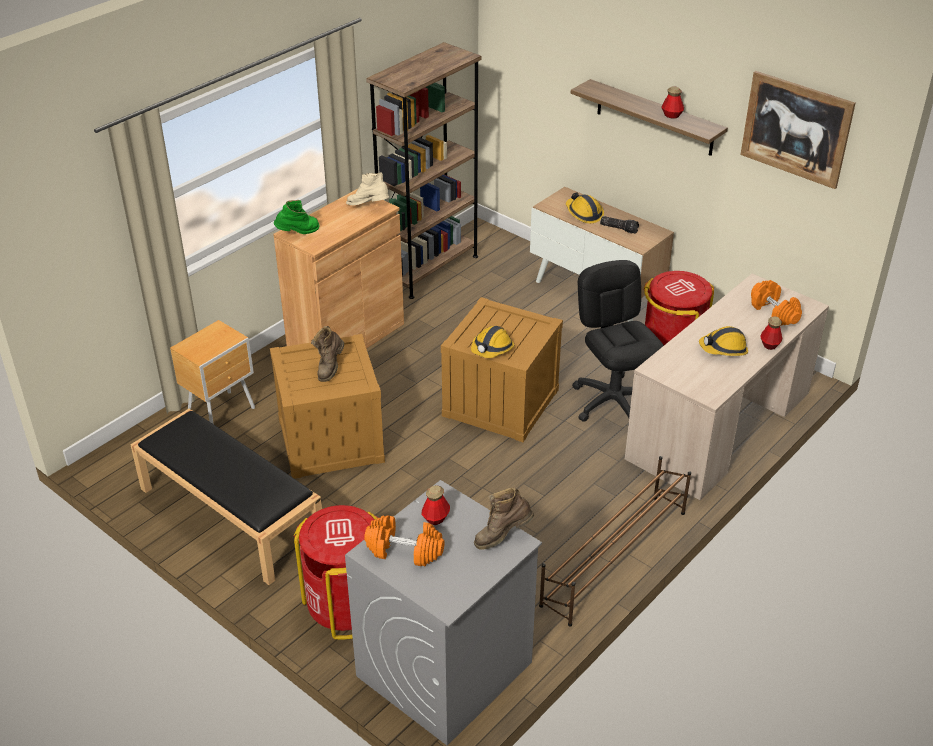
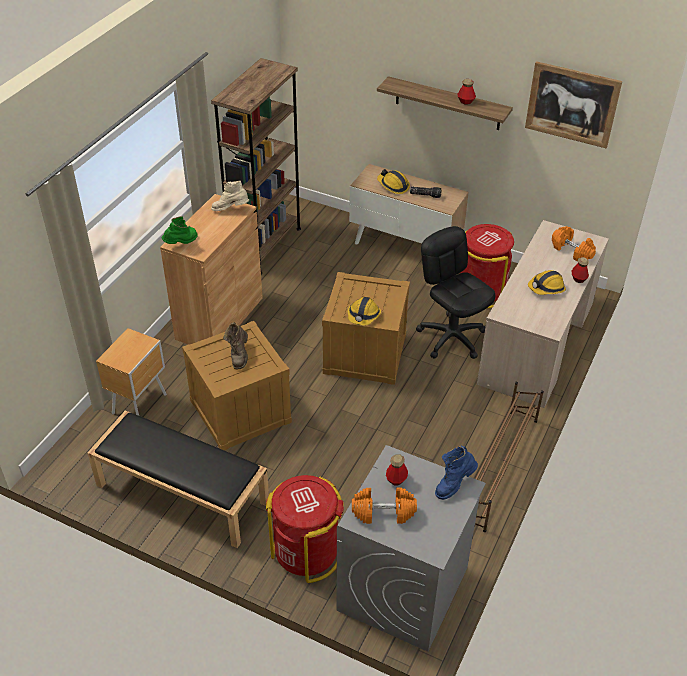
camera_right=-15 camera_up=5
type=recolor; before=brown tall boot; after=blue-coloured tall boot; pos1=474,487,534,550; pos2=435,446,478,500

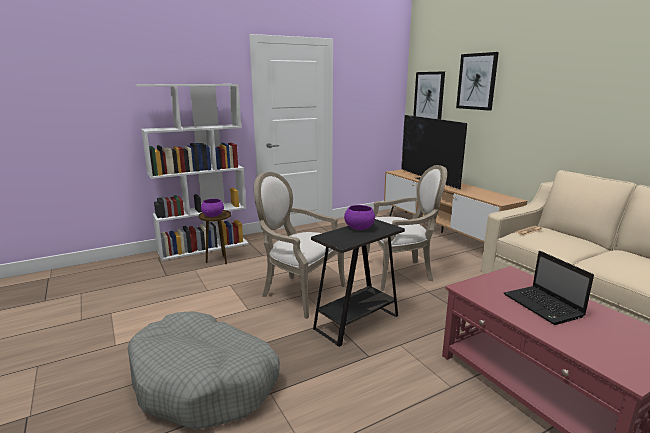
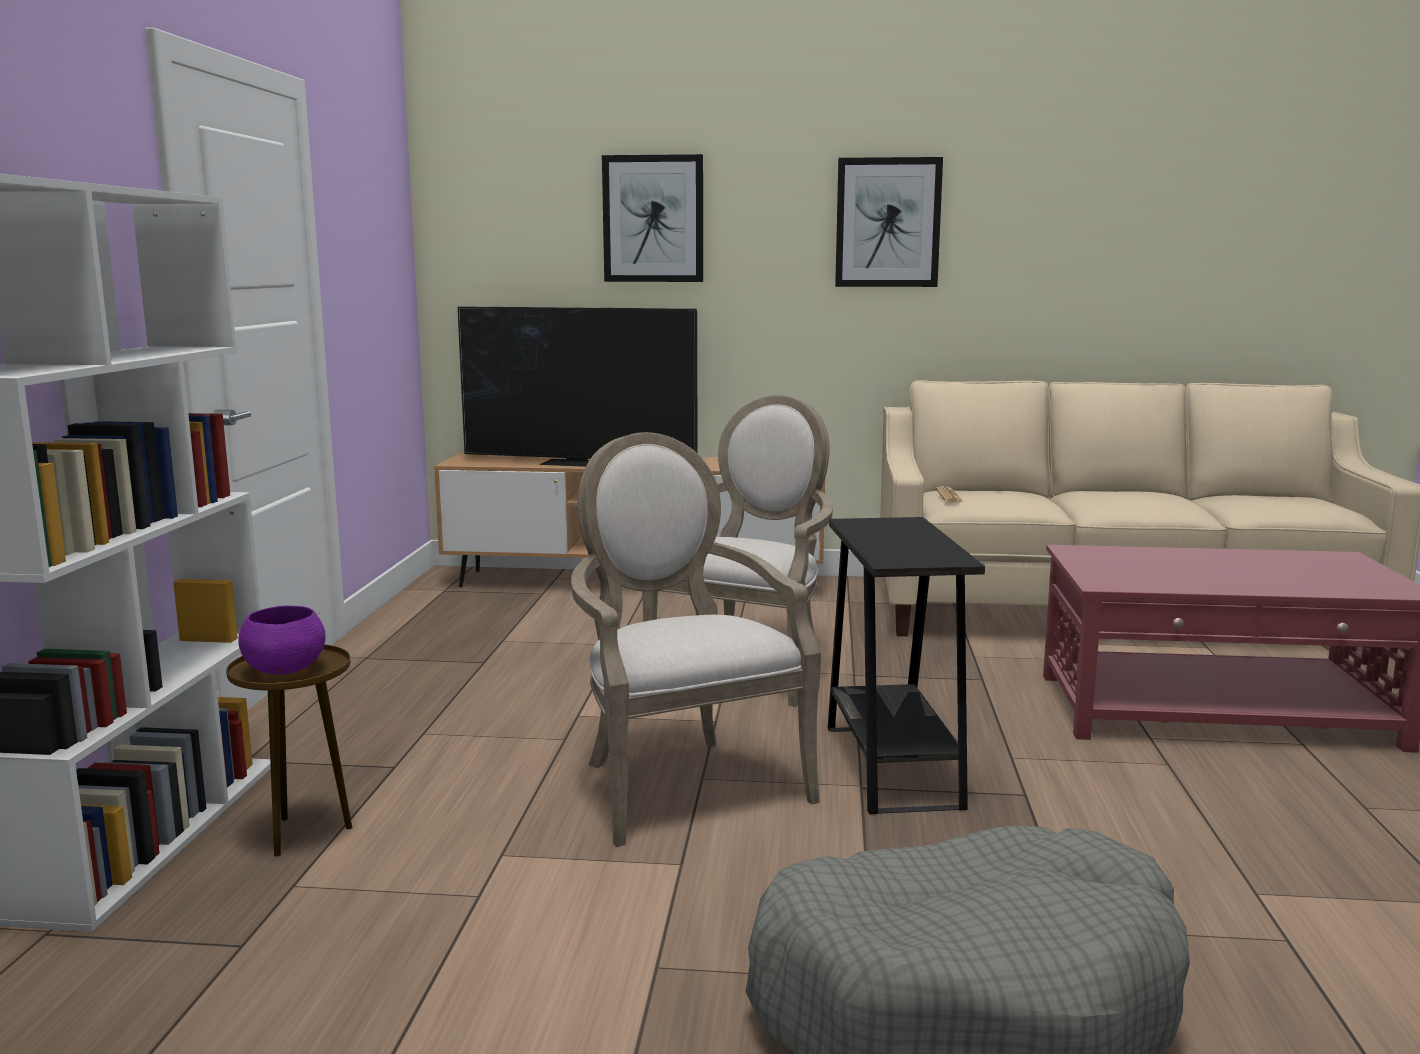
camera_right=-55 camera_up=-5
type=delete; before=purple bowl; pos1=344,205,375,230
type=delete; before=portable computer; pos1=504,251,594,325
type=move; before=wall art; pos1=413,71,445,119; pos2=835,157,943,287
type=rotate; before=lounge chair; pos1=254,172,345,319; pos2=571,432,821,847; turn=90

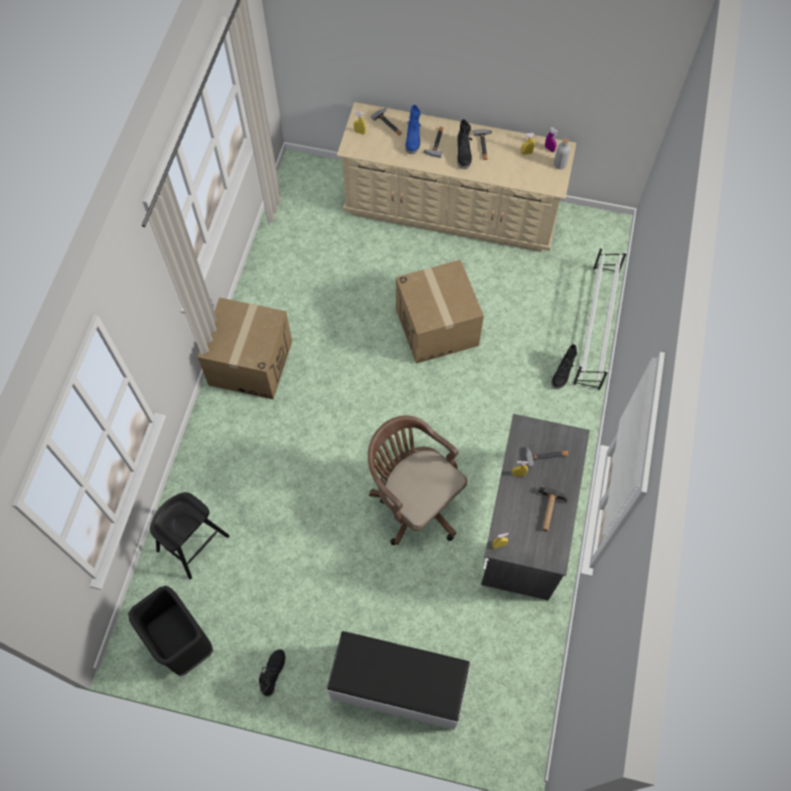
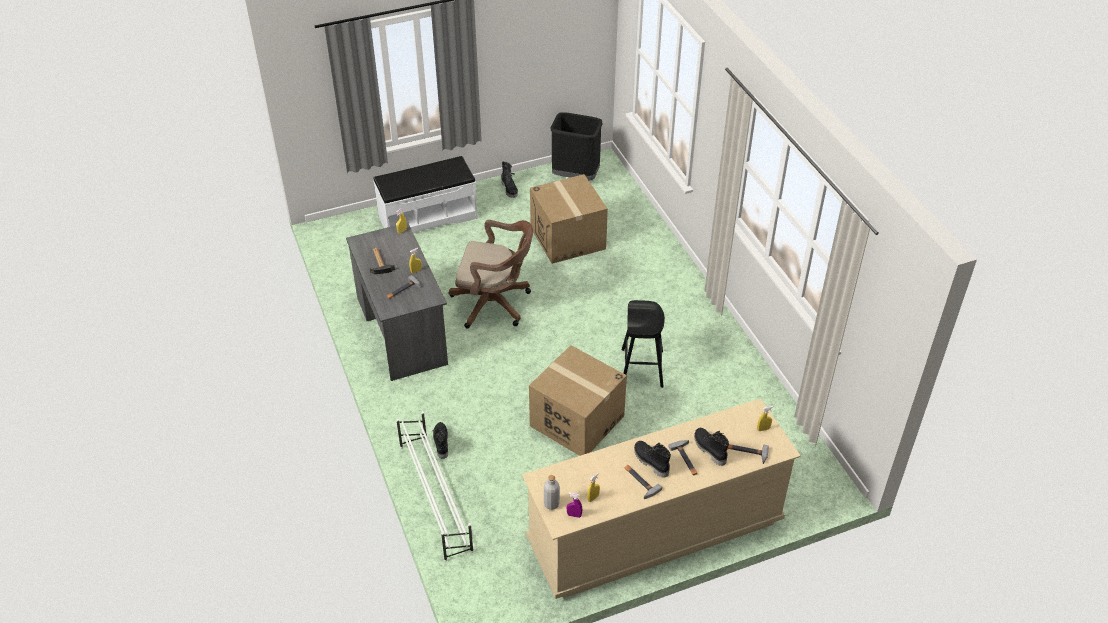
camera_right=145 camera_up=-20
type=move; before=black-coloured stool seat; pos1=150,492,229,580; pos2=622,300,665,388
type=move; before=packing box; pos1=197,297,292,400; pos2=530,174,608,264
type=recolor; before=blue-coloured tall boot; after=black-coloured tall boot; pos1=405,105,421,154; pos2=694,428,729,466

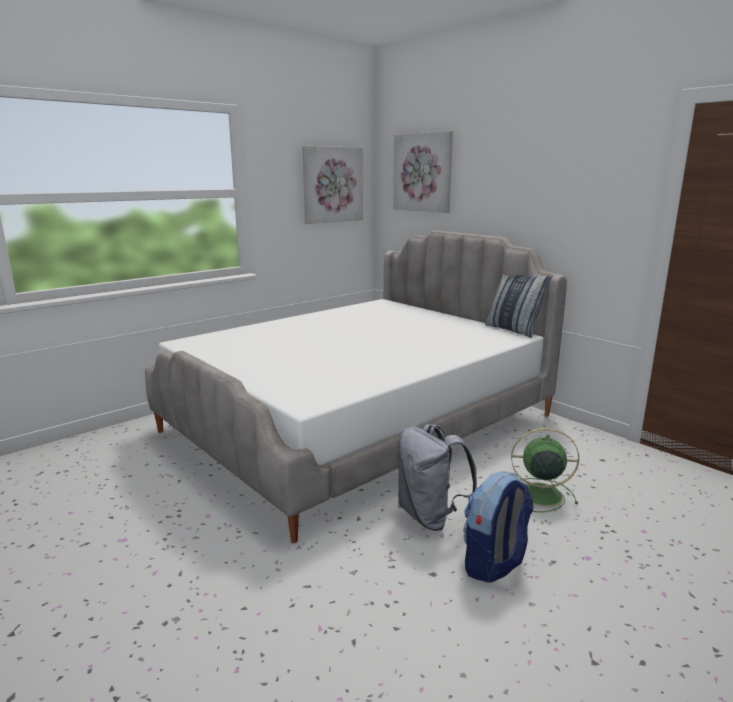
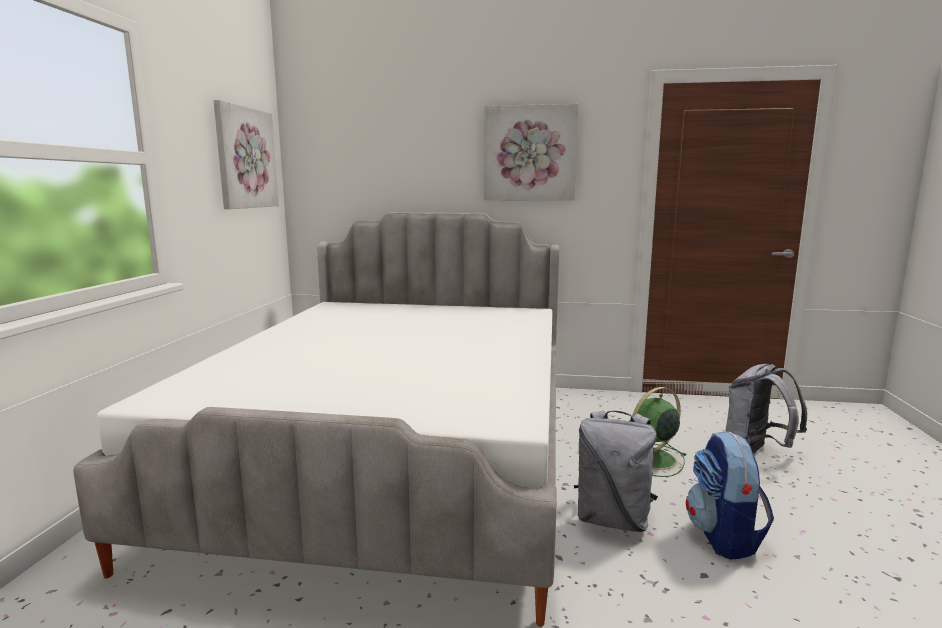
camera_right=-40 camera_up=-5
type=delete; before=cushion; pos1=485,274,552,338
type=insert; after=grey backpack; pos2=725,364,807,454
type=move; before=wall art; pos1=393,131,453,213; pos2=484,104,578,201

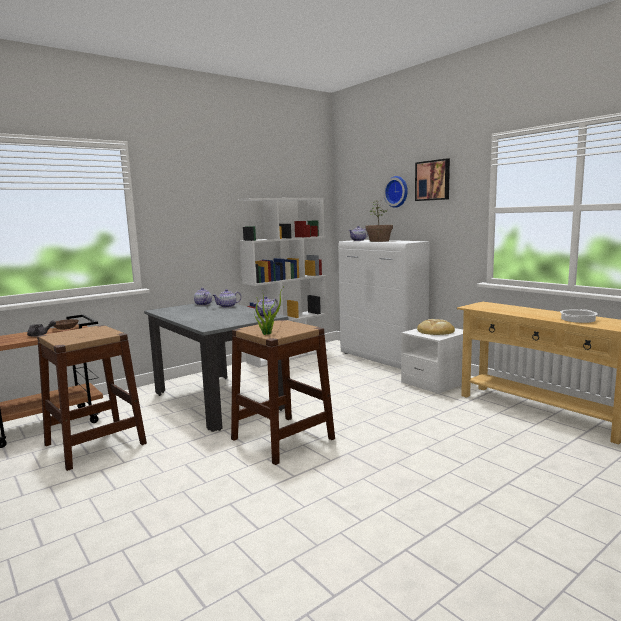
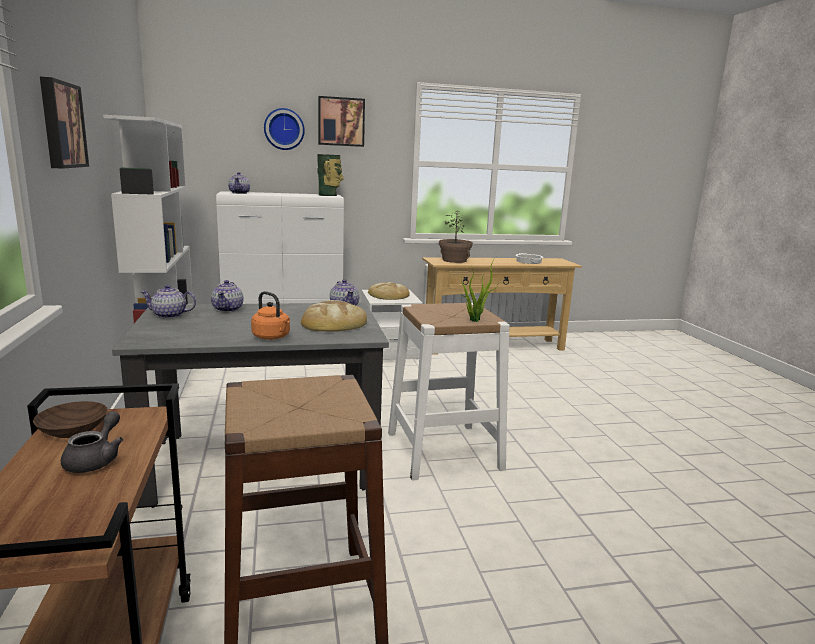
camera_right=-65 camera_up=5
type=insert; after=wall art; pos2=40,77,89,169
type=insert; after=orangey tea kettle; pos2=251,291,290,340
type=insert; after=bread; pos2=301,300,367,332
type=insert; after=decorative vase; pos2=317,154,344,196
type=move; before=potted plant; pos1=366,200,393,242; pos2=439,210,473,263
type=recolor; before=brown stool seat; after=whitish stool seat; pos1=231,320,335,465; pos2=388,303,510,481

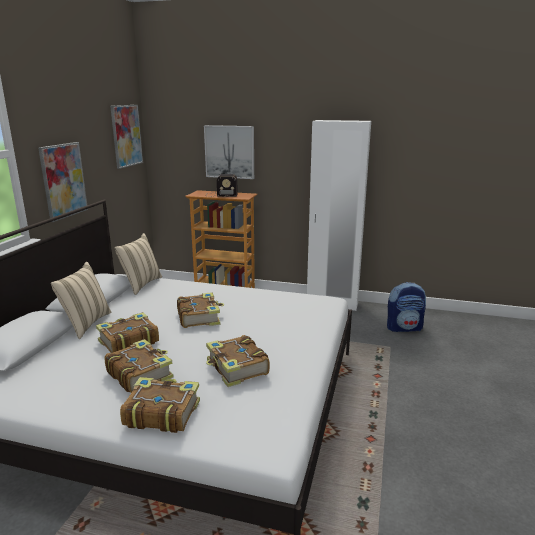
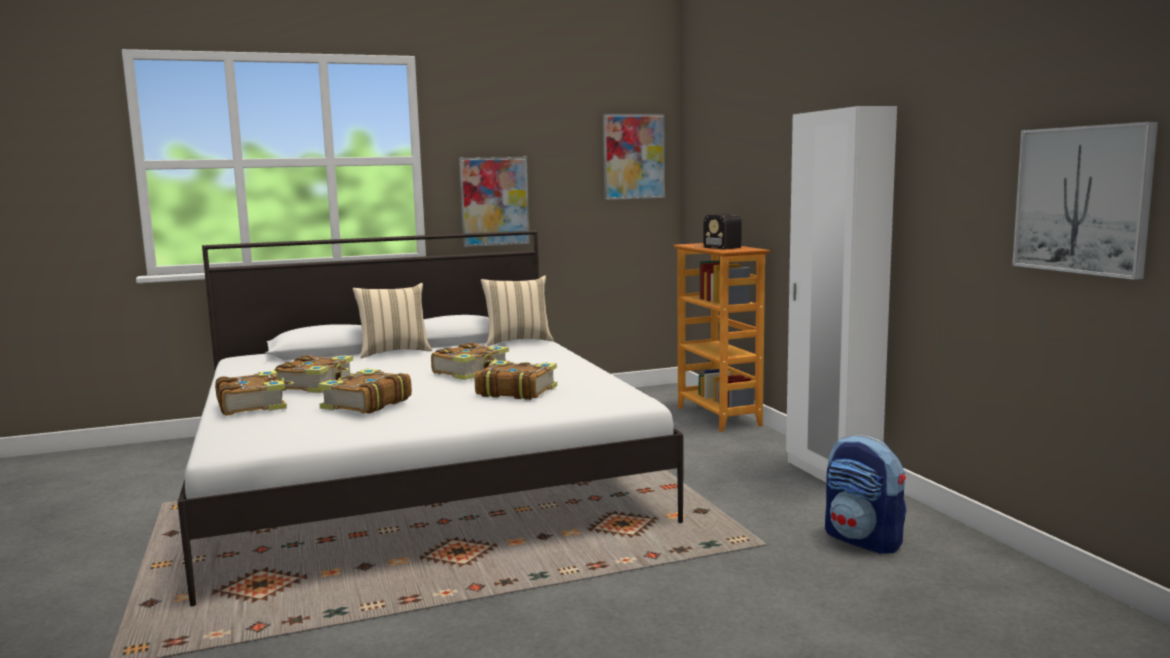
camera_right=55 camera_up=-10
type=move; before=bound book; pos1=96,312,159,353; pos2=475,360,557,400
type=move; before=wall art; pos1=204,125,254,179; pos2=1012,122,1158,280

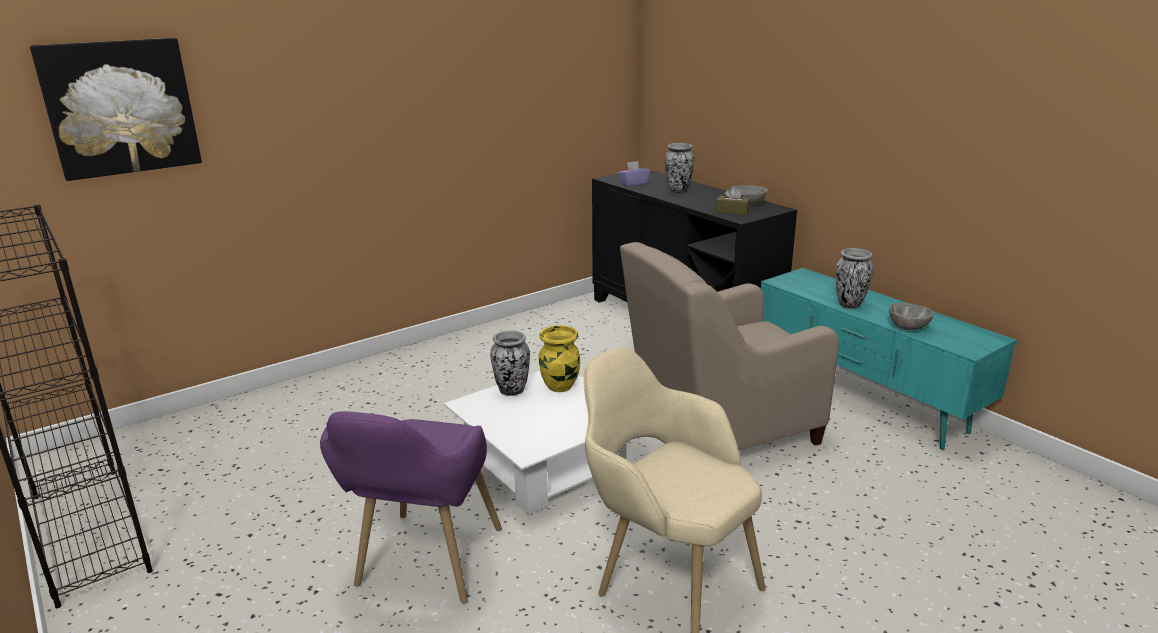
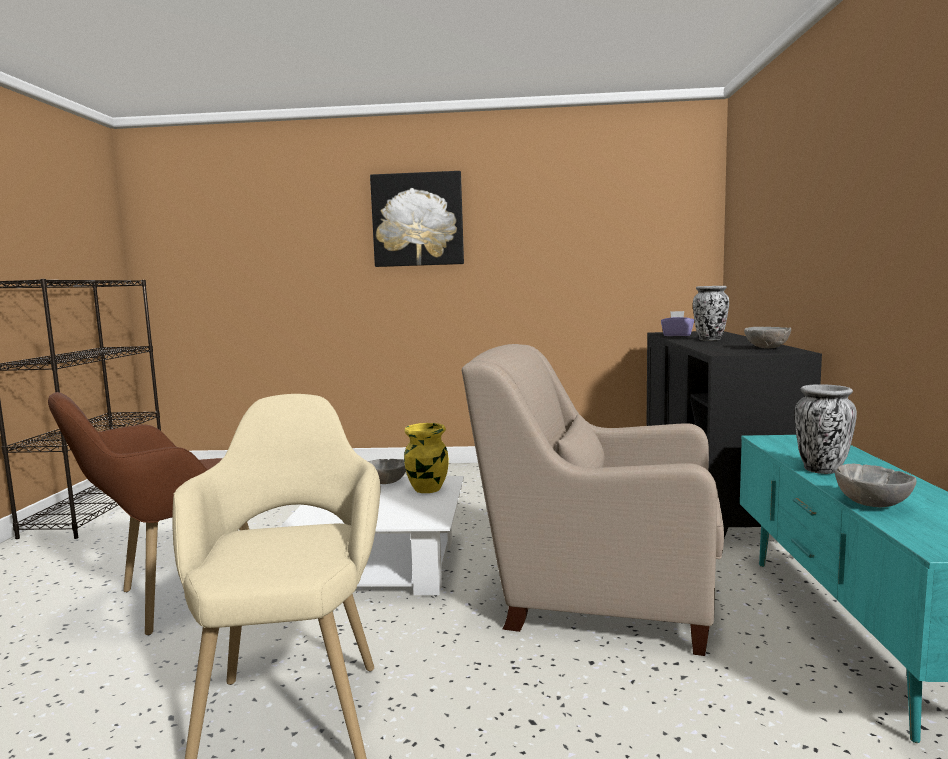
camera_right=40 camera_up=-15
type=delete; before=brown box of tissues; pos1=716,186,750,215
type=move; before=wall art; pos1=30,38,202,181; pos2=370,171,464,267
type=replace; before=decorative vase; after=grey bowl; pos1=490,330,530,396; pos2=368,459,406,484
type=recolor; before=purple lounge chair; after=brown lounge chair; pos1=320,411,502,603; pos2=48,392,249,636

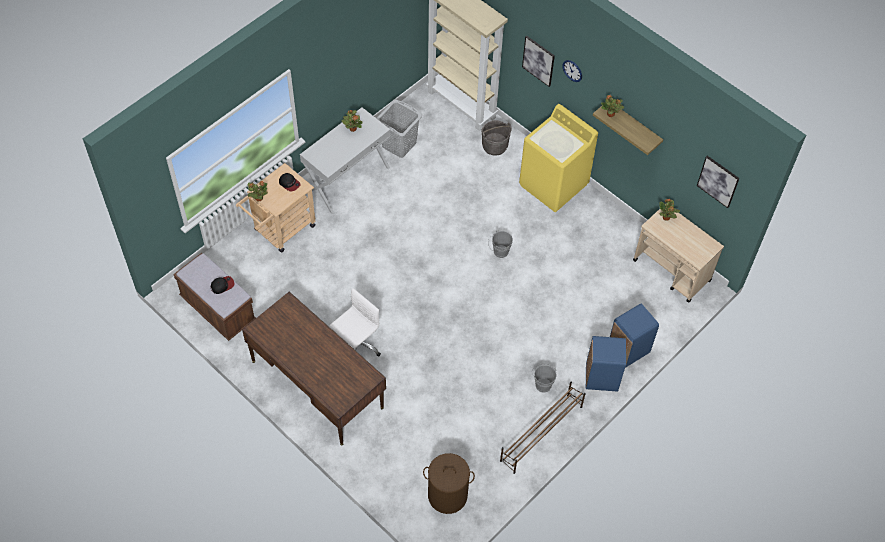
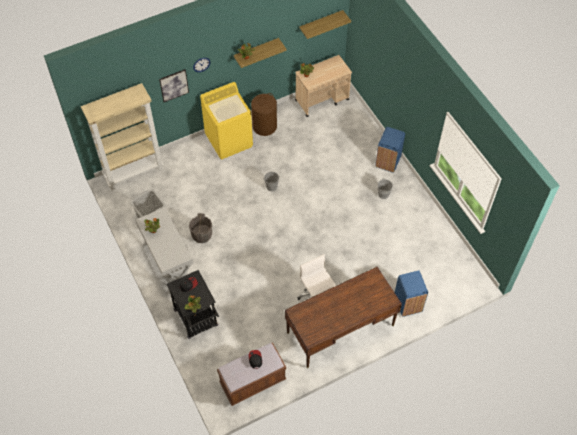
camera_right=-70 camera_up=0
type=delete; before=brown shoe stand; pos1=500,382,586,474
type=move; before=brown hamper; pos1=423,453,475,514; pos2=251,93,277,136
type=move; before=grey bucket; pos1=481,120,512,156; pos2=189,213,212,243
type=move; before=blue-coloured trash can; pos1=610,303,659,368; pos2=395,271,428,317
type=replace; before=wall art; after=shelf; pos1=697,156,740,208; pos2=300,10,351,39
type=recolor; before=beige cart; after=black-coloured cart; pos1=236,163,316,252; pos2=167,270,219,339

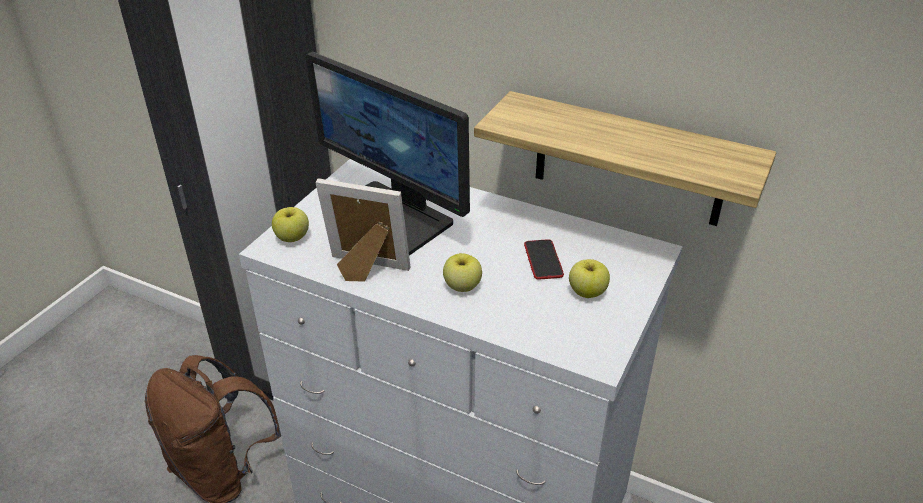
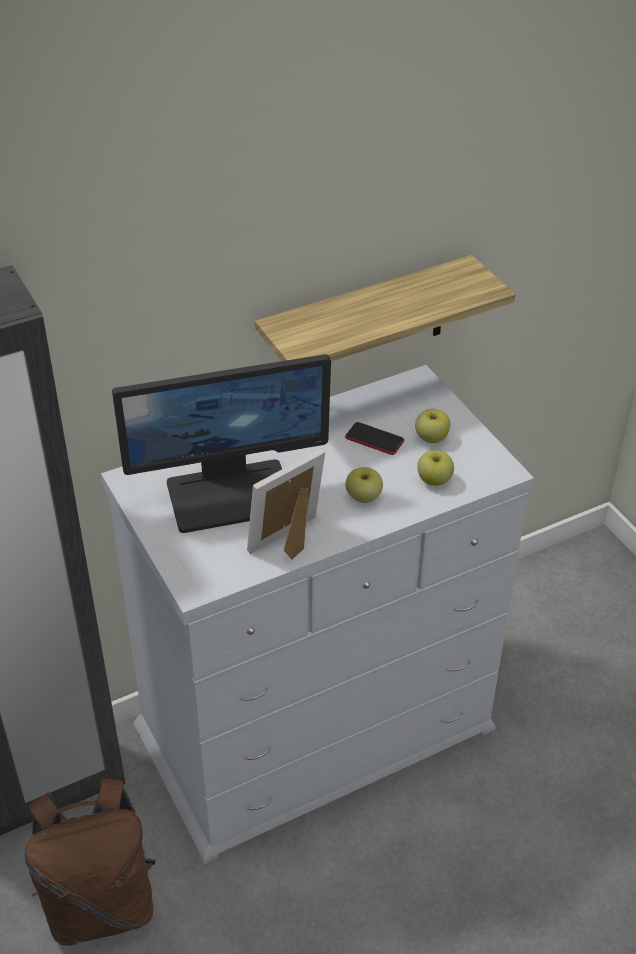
camera_right=-55 camera_up=5
type=move; before=apple fruit; pos1=272,207,309,242; pos2=417,450,454,486

